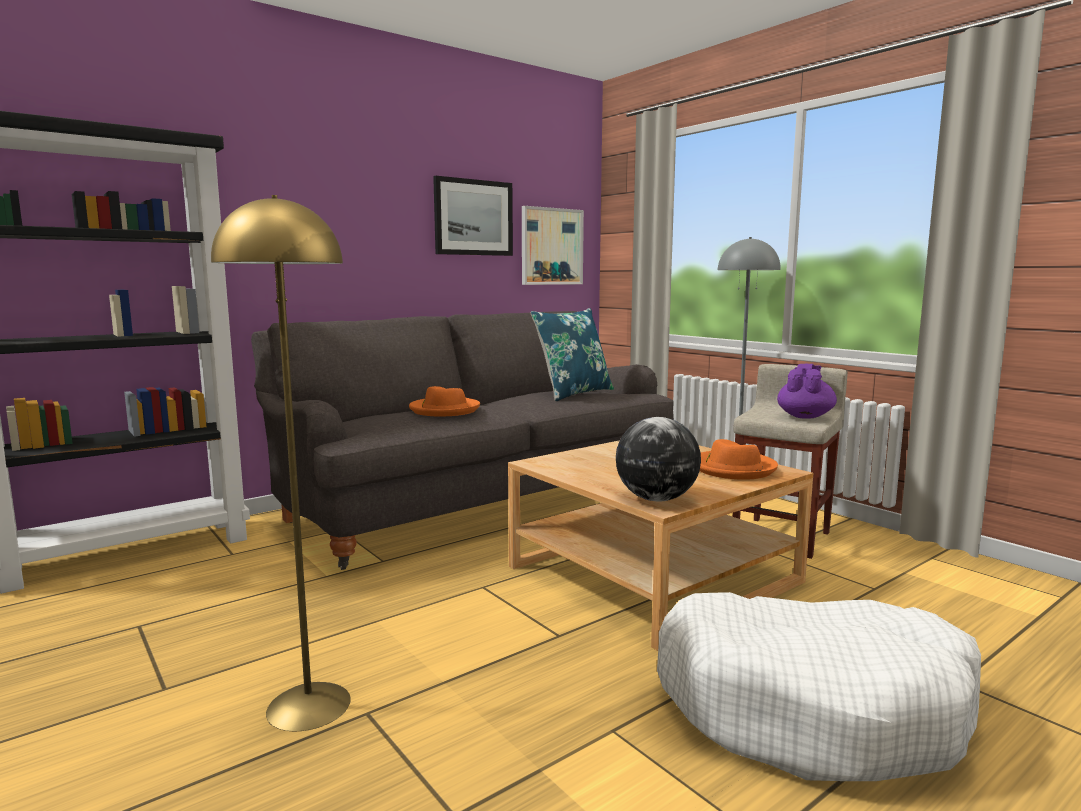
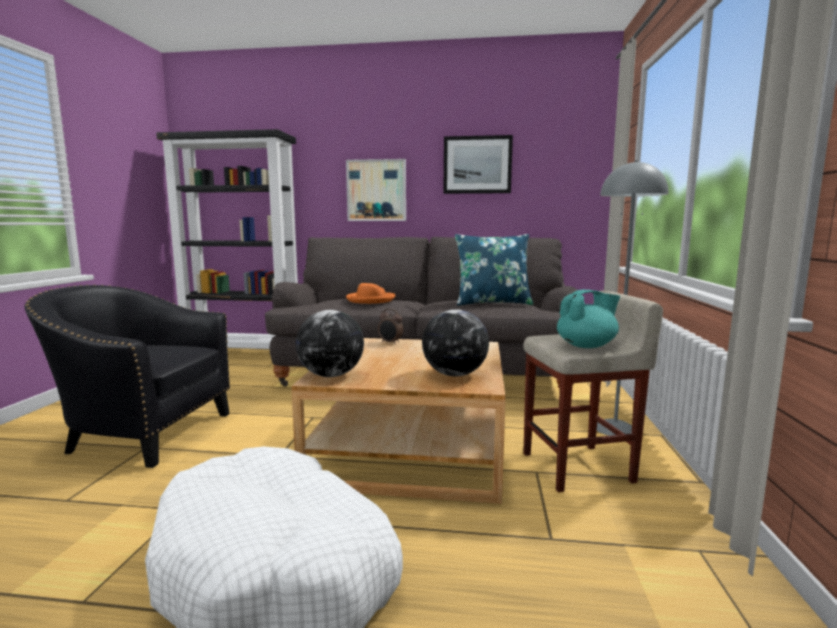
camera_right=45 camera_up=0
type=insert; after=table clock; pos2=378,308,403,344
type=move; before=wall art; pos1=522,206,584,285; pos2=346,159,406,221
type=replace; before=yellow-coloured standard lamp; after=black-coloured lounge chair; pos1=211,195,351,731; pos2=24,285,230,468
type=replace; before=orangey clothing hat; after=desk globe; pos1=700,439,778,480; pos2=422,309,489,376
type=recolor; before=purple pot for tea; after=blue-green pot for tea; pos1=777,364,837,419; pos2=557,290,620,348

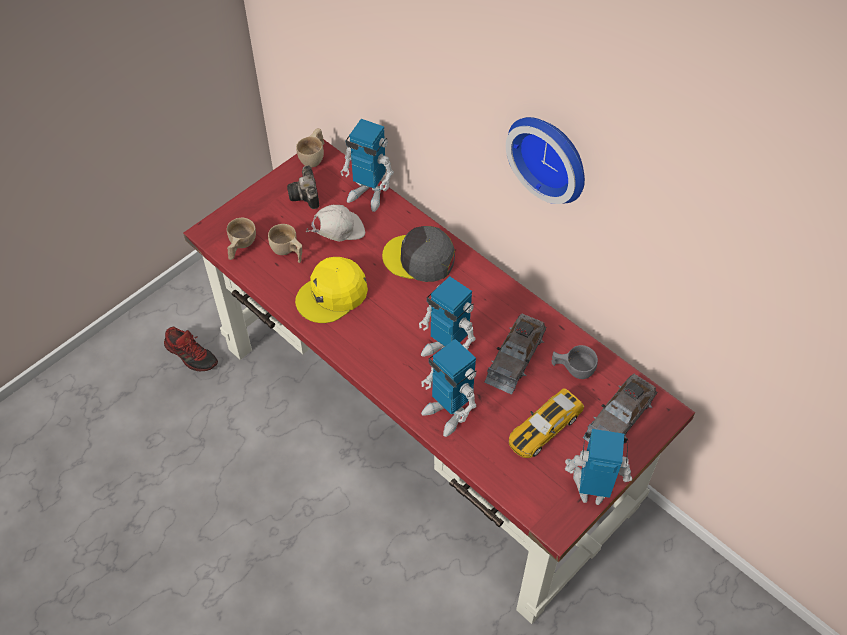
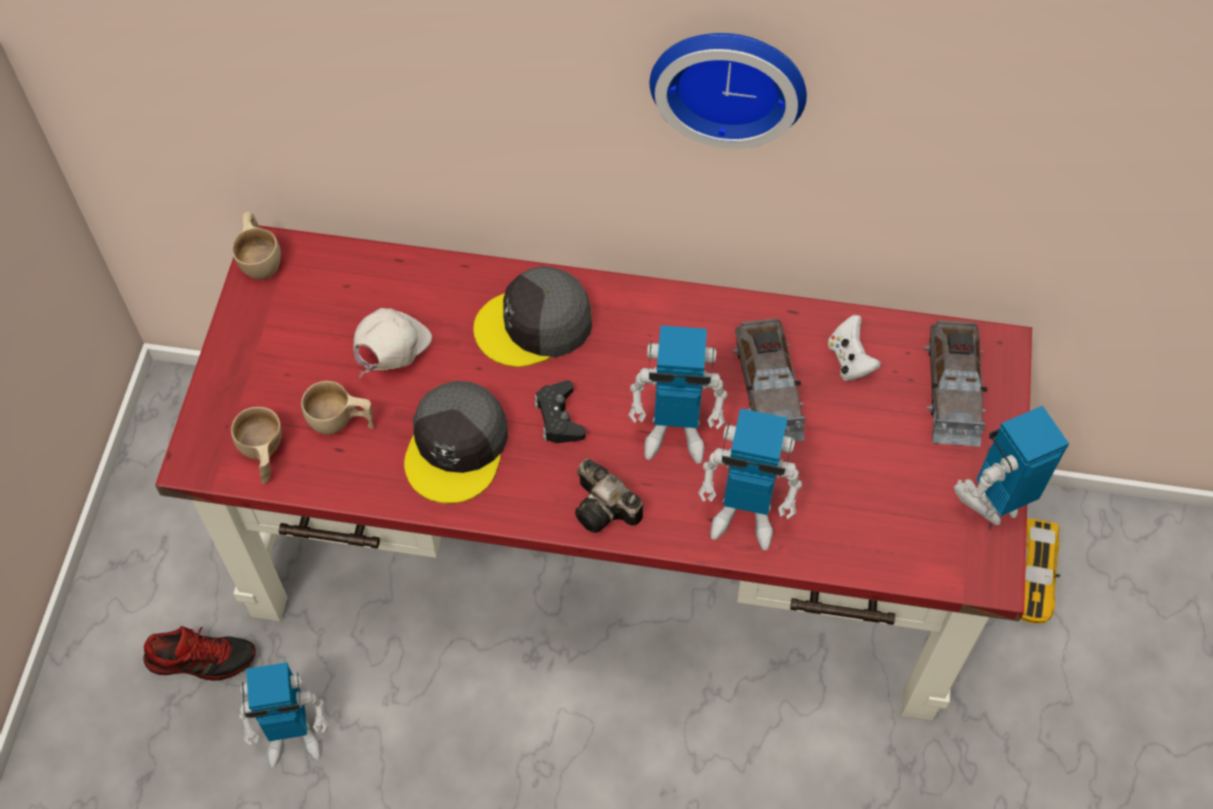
camera_right=-35 camera_up=5
type=insert; after=black-coloured game controller; pos2=534,380,586,443
type=move; before=still camera; pos1=287,165,319,209; pos2=575,458,643,533
type=move; before=robot figure; pos1=341,119,394,212; pos2=239,662,329,768
type=move; before=miniature car; pos1=509,388,584,458; pos2=1021,518,1060,624
type=replace; before=grey small cup; after=whitish game controller; pos1=551,345,598,379; pos2=828,315,881,381
type=recolor; before=yellow-coloured cap; after=grey cap; pos1=295,257,368,323; pos2=404,381,508,504

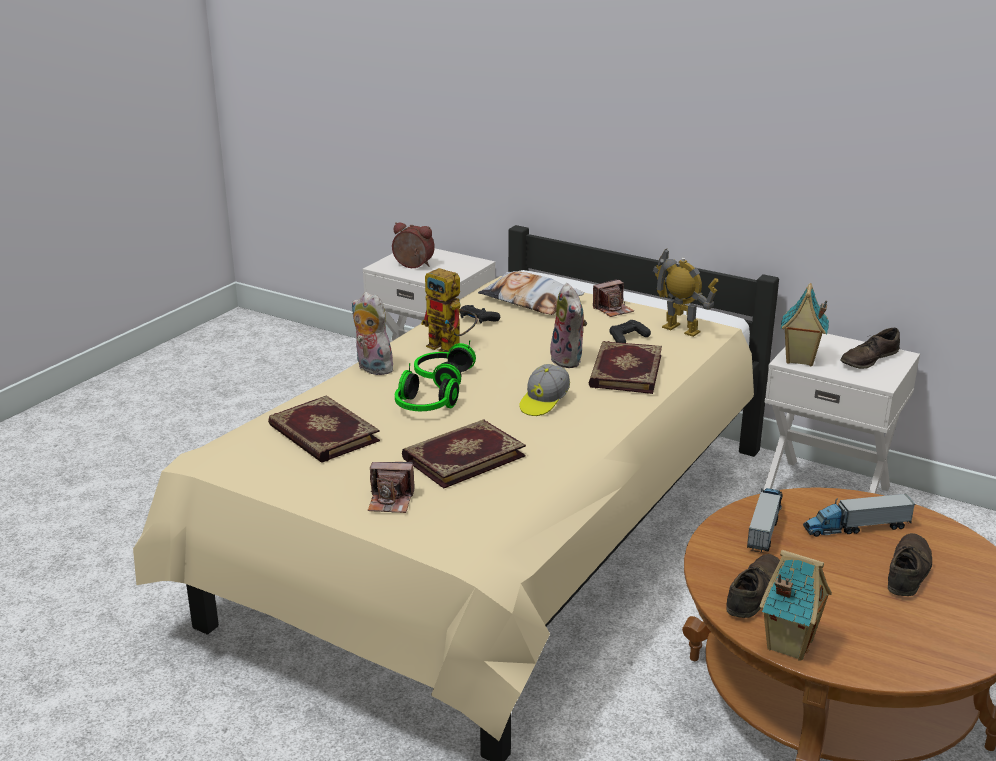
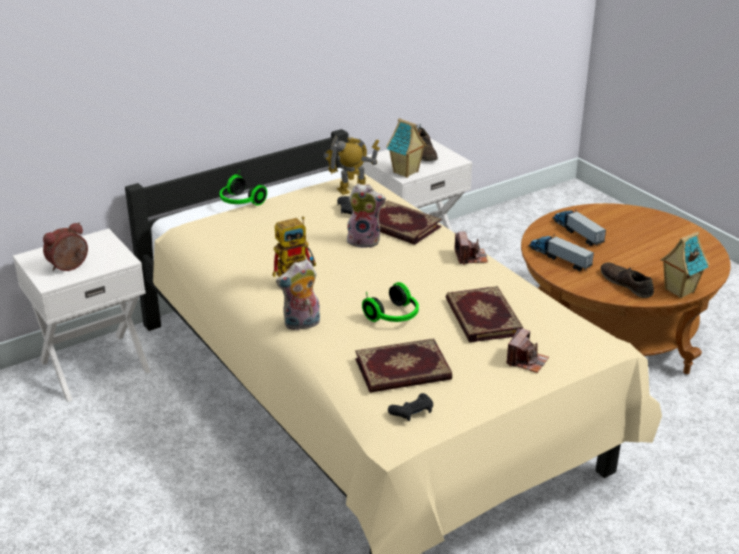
camera_right=-65 camera_up=5
type=delete; before=cushion; pos1=478,271,584,315
type=delete; before=cap; pos1=520,364,570,416
type=delete; before=brown item of footwear; pos1=888,533,932,596
type=move; before=headset; pos1=414,340,476,388; pos2=220,174,267,206
type=move; before=black-coloured game controller; pos1=460,305,500,324; pos2=388,393,433,421
type=move; before=still camera; pos1=593,279,634,317; pos2=454,232,488,265
type=rotate; before=model truck; pos1=803,494,915,537; pos2=552,209,606,246; turn=135

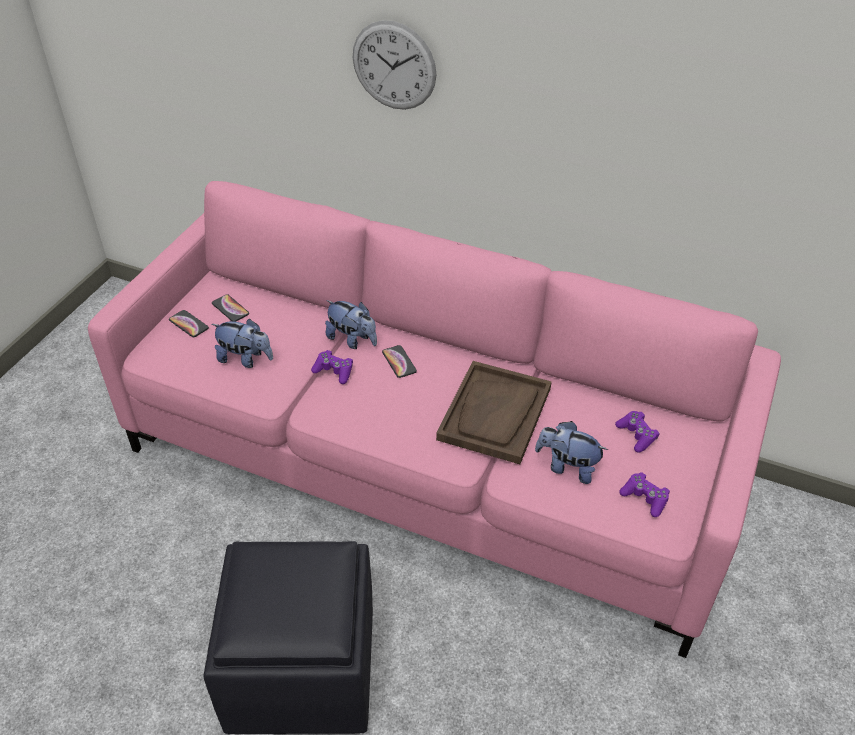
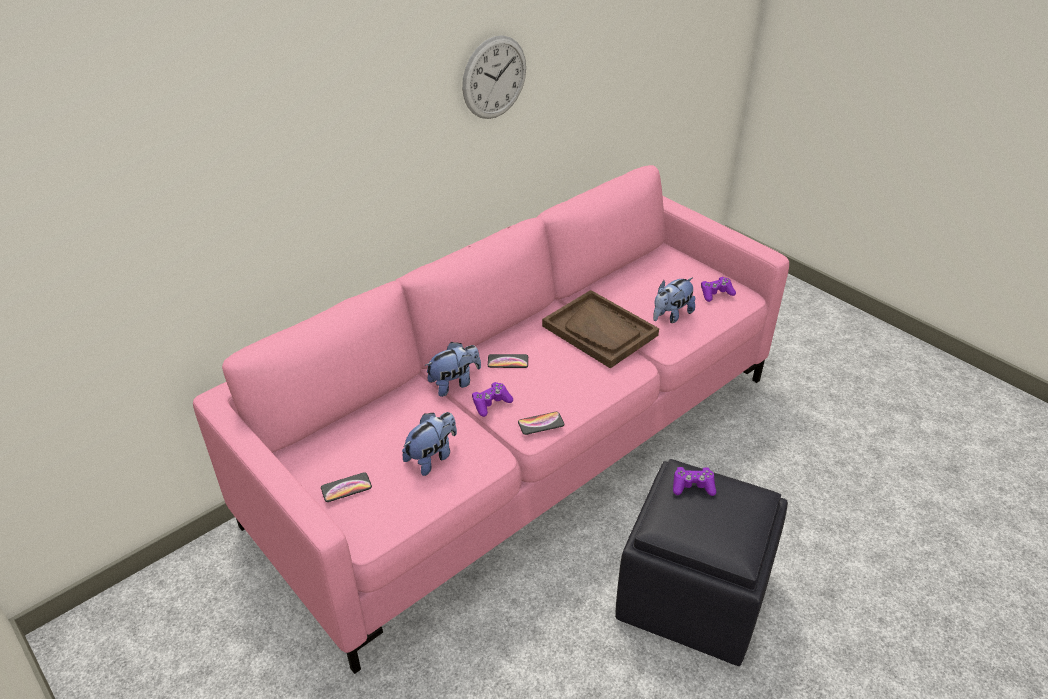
camera_right=-65 camera_up=-5
type=move; before=phone; pos1=212,294,249,322; pos2=518,412,565,435
type=move; before=wall clock; pos1=353,20,436,110; pos2=462,35,526,119
type=move; before=purple game controller; pos1=615,411,659,453; pos2=673,467,716,496

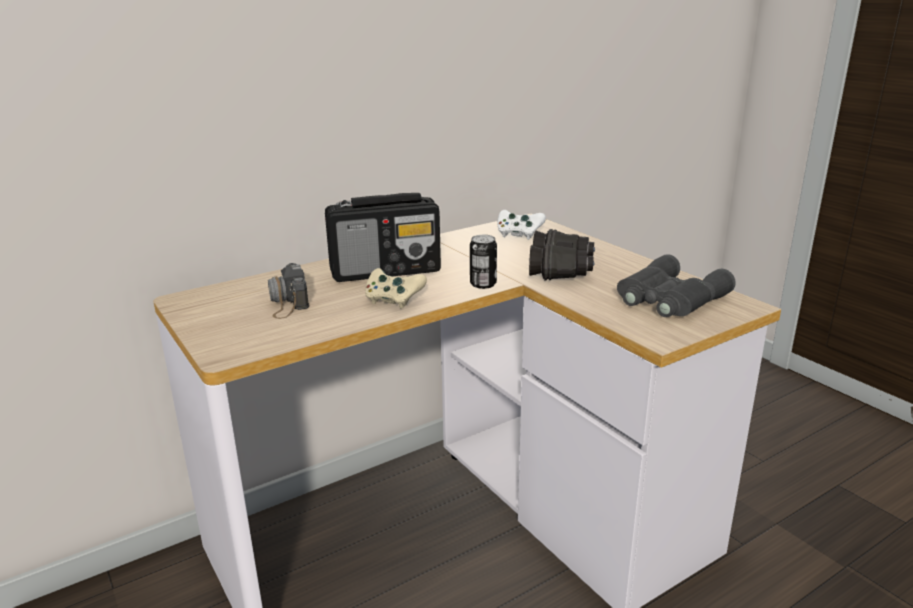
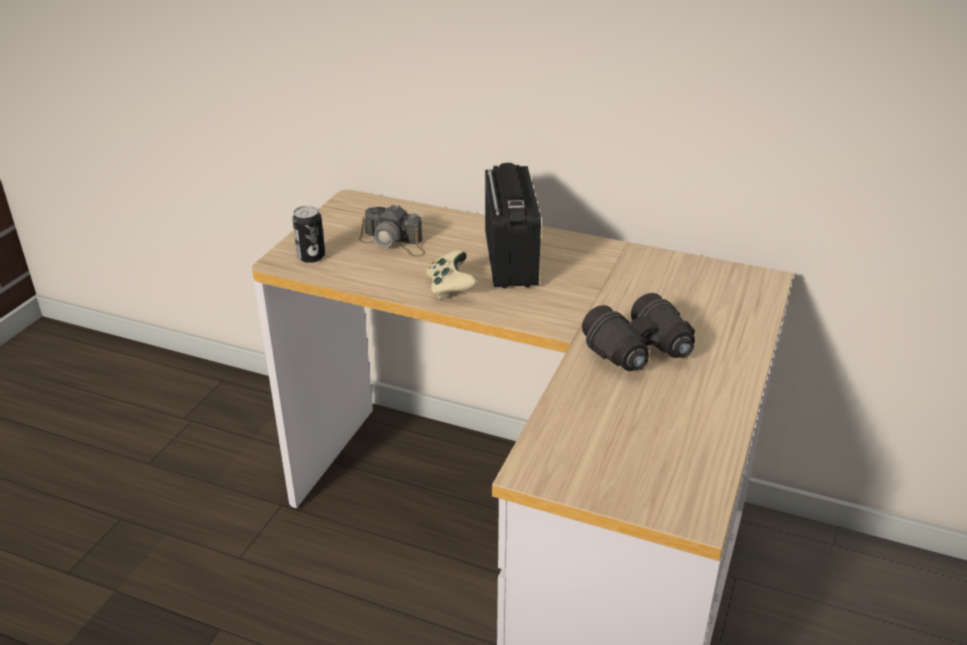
camera_right=55 camera_up=10
type=delete; before=whitish game controller; pos1=497,210,546,240
type=delete; before=grey field glasses; pos1=617,254,736,317
type=move; before=sealed can; pos1=470,235,497,289; pos2=292,206,325,263
type=rotate; before=still camera; pos1=268,263,309,319; pos2=359,204,426,257; turn=-105
type=rotate; before=radio; pos1=325,193,441,282; pos2=485,163,541,288; turn=-135

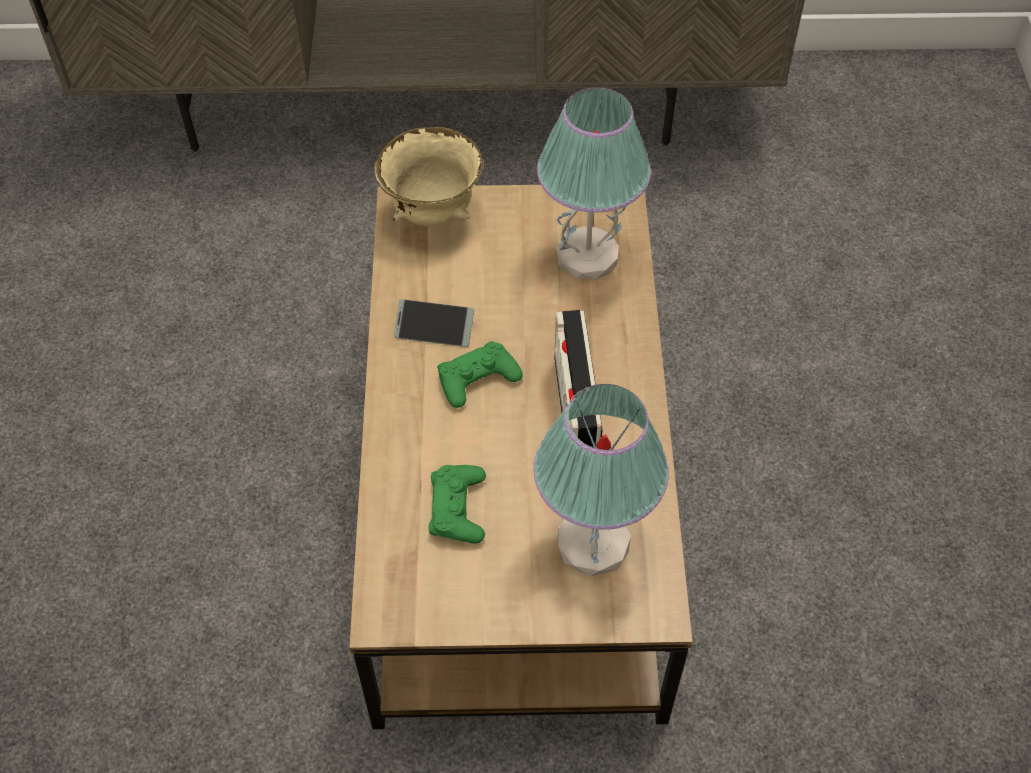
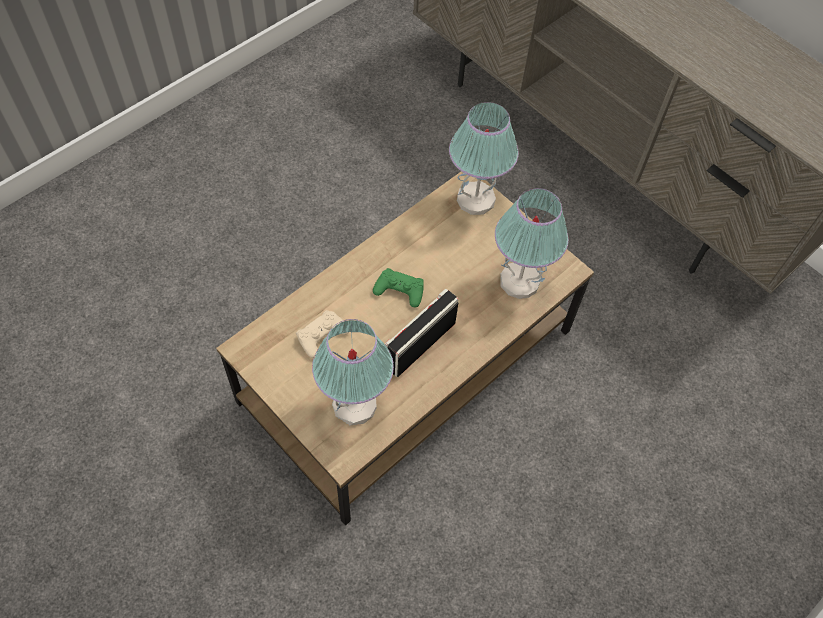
camera_right=45 camera_up=5
type=delete; before=phone; pos1=394,299,474,347
type=replace; before=beige bowl; after=table lamp; pos1=374,127,483,227; pos2=449,102,519,215
type=recolor; before=green-coloured game controller; after=beige game controller; pos1=429,465,486,543; pos2=296,310,349,358

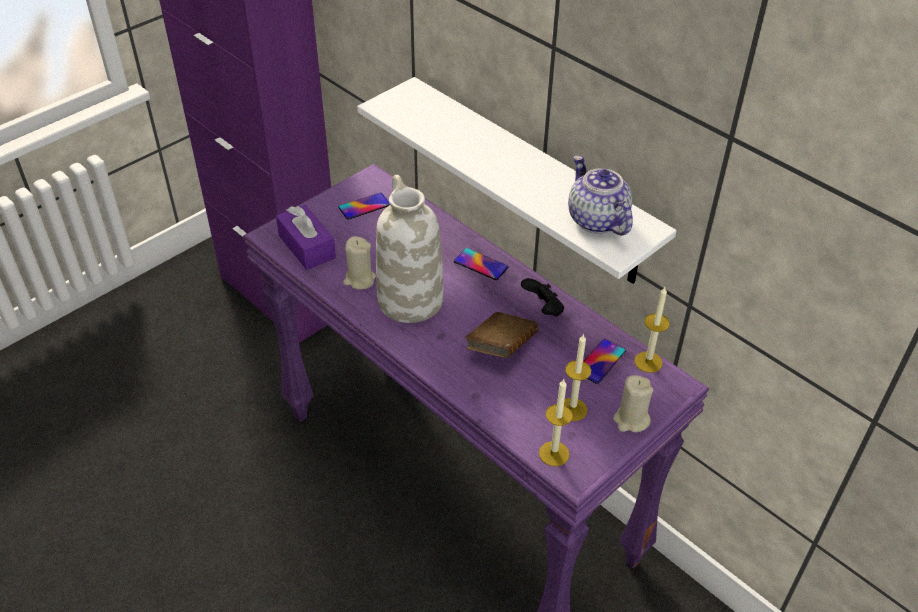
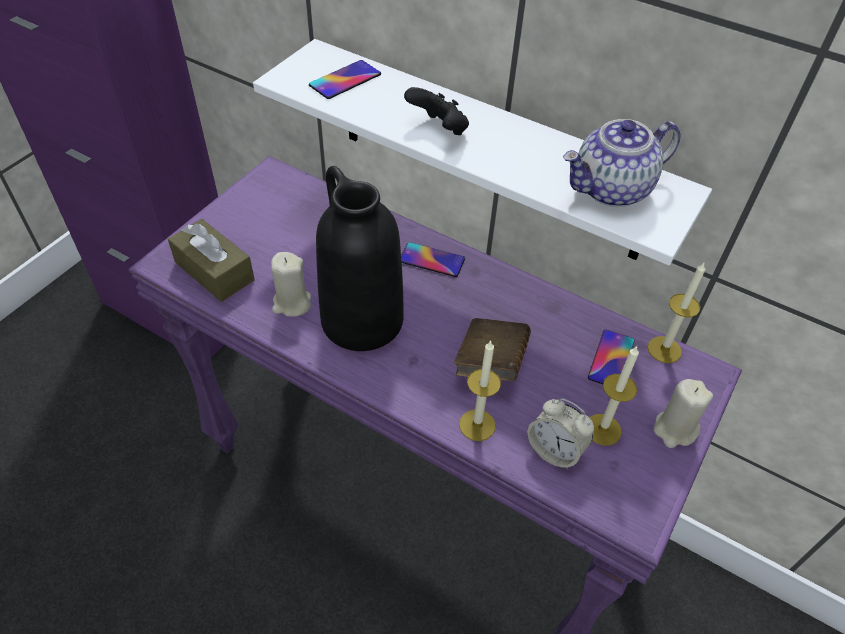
camera_right=-15 camera_up=5
type=insert; after=table clock; pos2=528,398,594,469
type=move; before=phone; pos1=338,192,390,220; pos2=309,60,381,99
type=move; before=black-coloured game controller; pos1=521,278,564,316; pos2=404,87,469,135
type=move; before=wax candle; pos1=539,379,573,466; pos2=459,341,501,441
type=recolor; before=purple box of tissues; after=brown box of tissues; pos1=276,205,336,270; pos2=168,219,255,302
type=recolor; before=whitish decorative vase; after=black-coloured decorative vase; pos1=376,175,444,323; pos2=316,166,403,351
type=rotate; before=pot for tea; pos1=568,156,633,235; pos2=563,119,681,207; turn=-75

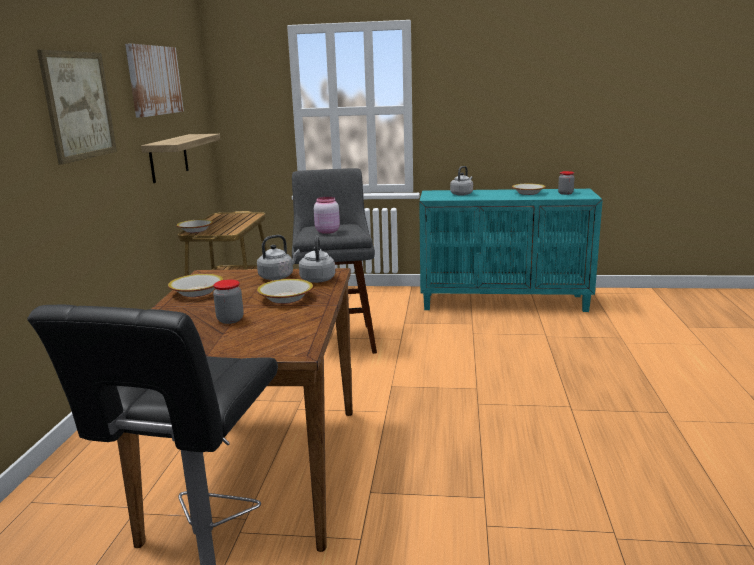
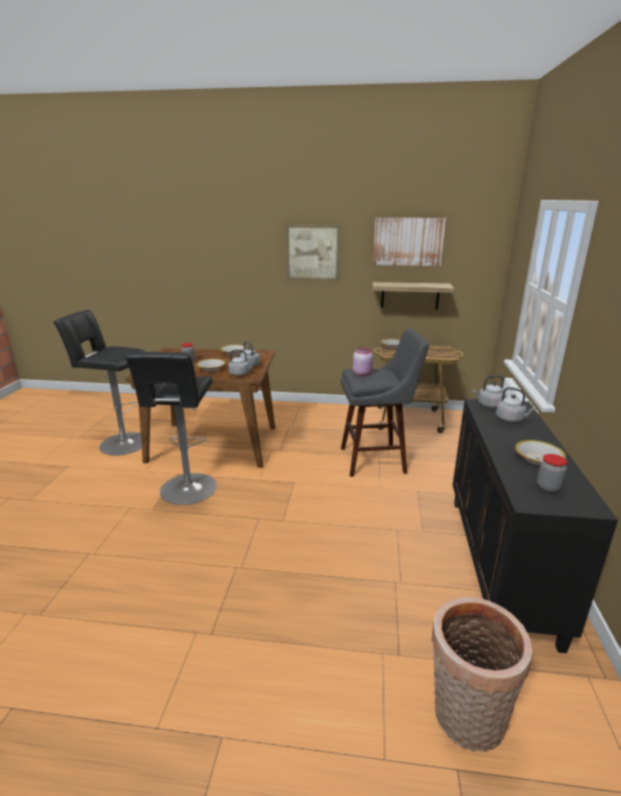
camera_right=90 camera_up=5
type=insert; after=black-coloured stool seat; pos2=125,352,217,505
type=insert; after=storage basket; pos2=431,597,533,752
type=insert; after=grey tea kettle; pos2=472,375,506,408
type=recolor; before=blue-green storage cabinet; after=black-coloured storage cabinet; pos1=419,189,603,312; pos2=453,399,618,653

